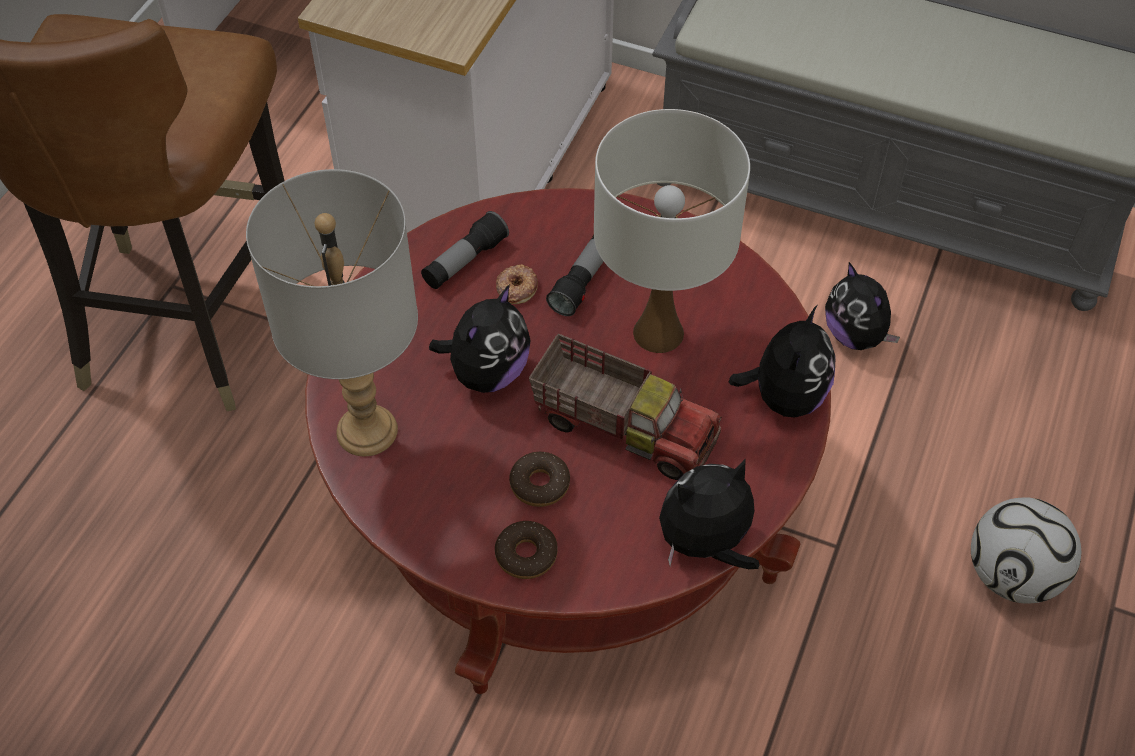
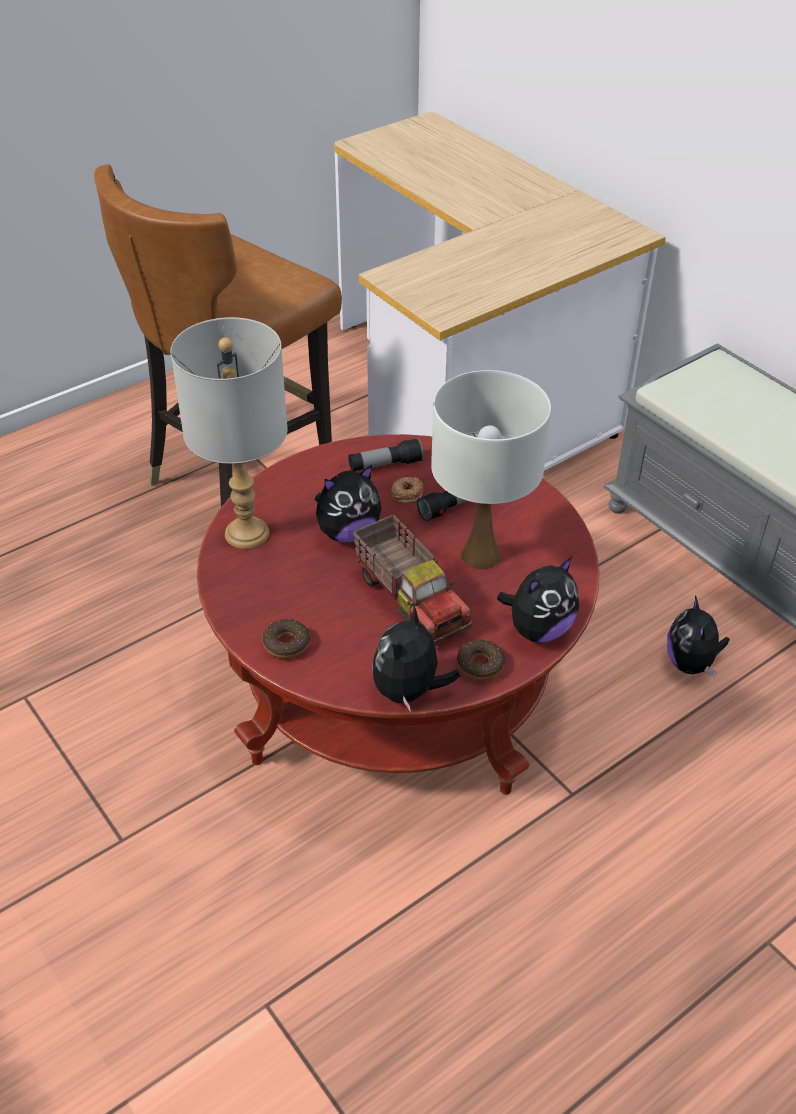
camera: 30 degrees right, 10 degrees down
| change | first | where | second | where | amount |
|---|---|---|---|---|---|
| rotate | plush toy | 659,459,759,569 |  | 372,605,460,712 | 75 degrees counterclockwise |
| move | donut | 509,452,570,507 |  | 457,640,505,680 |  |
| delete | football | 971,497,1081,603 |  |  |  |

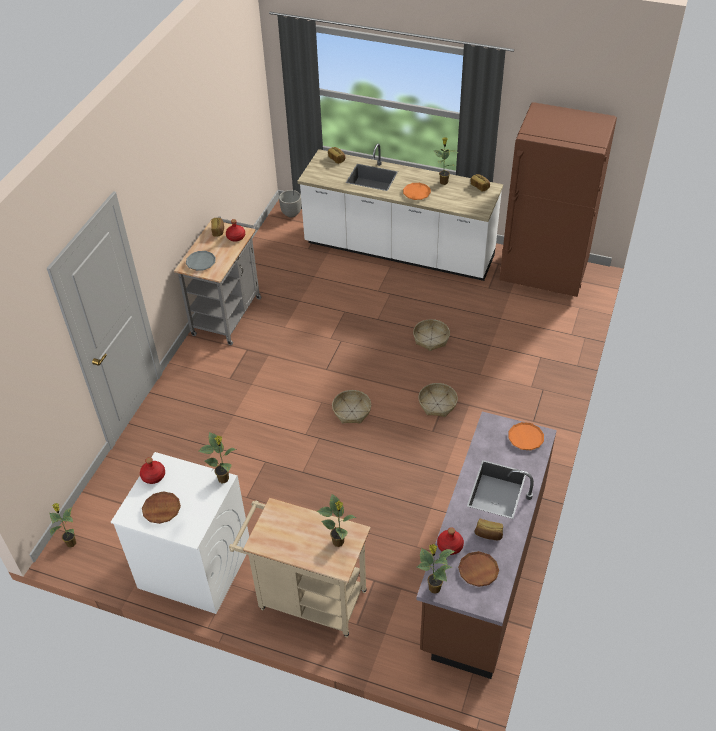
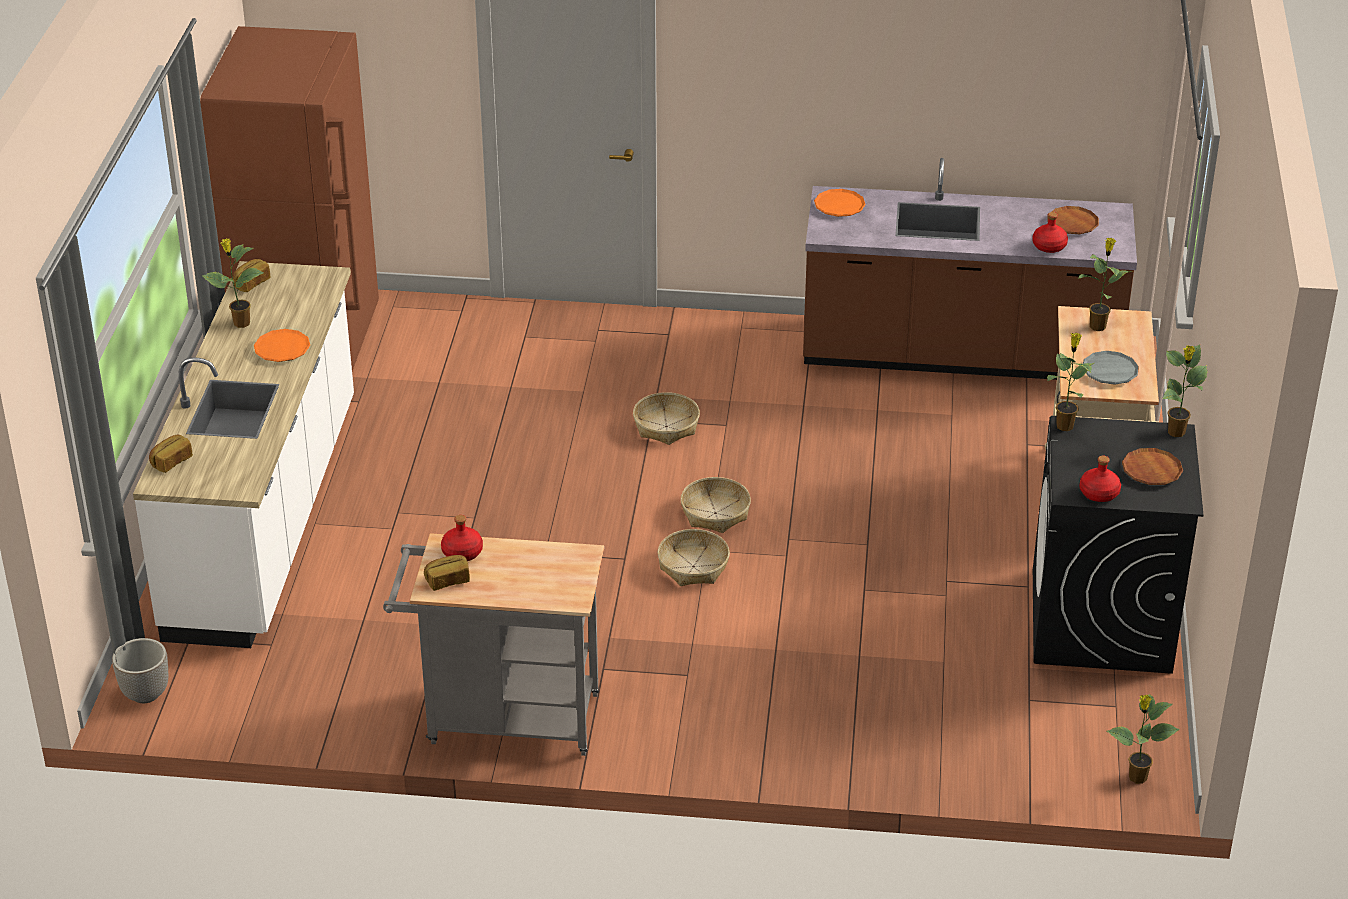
camera: 105 degrees left, 10 degrees down
| change | first | where | second | where | amount |
|---|---|---|---|---|---|
| move | basket | 413,319,450,351 |  | 658,529,730,586 |  |
| recolor | white washing machine | 110,452,249,614 | black washing machine | 1033,416,1204,674 |  |
| move | grey plate | 186,251,216,271 |  | 1083,351,1139,385 |  |
| move | potted plant | 417,544,455,594 |  | 1162,344,1207,437 |  |
| delete | bread | 475,519,503,540 |  |  |  |

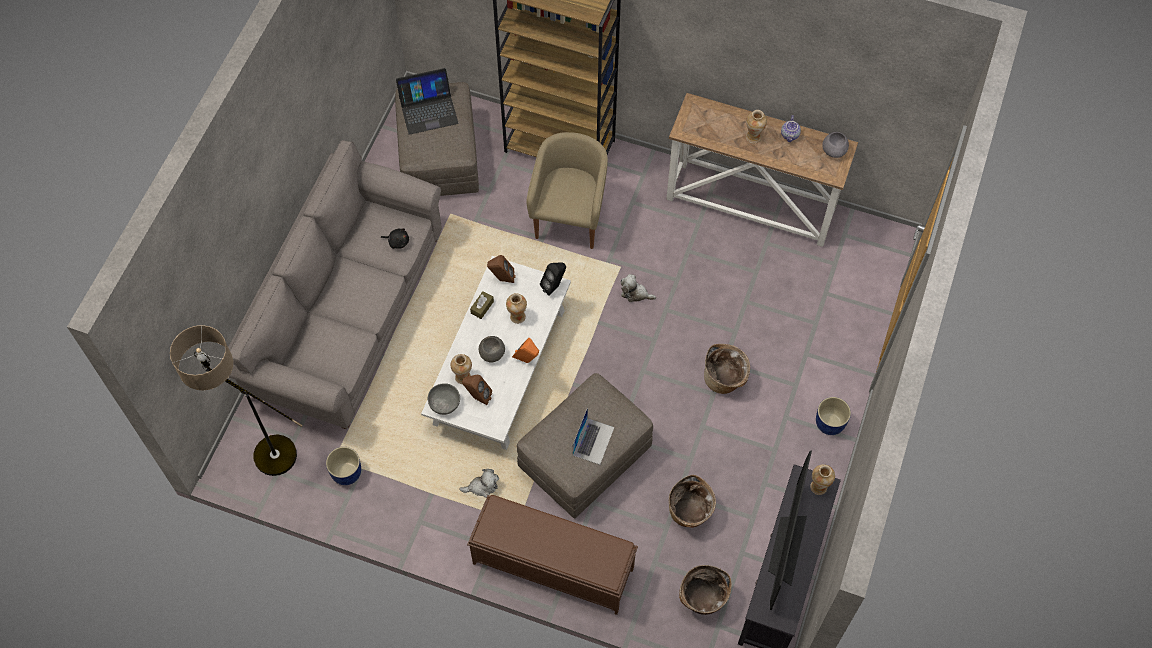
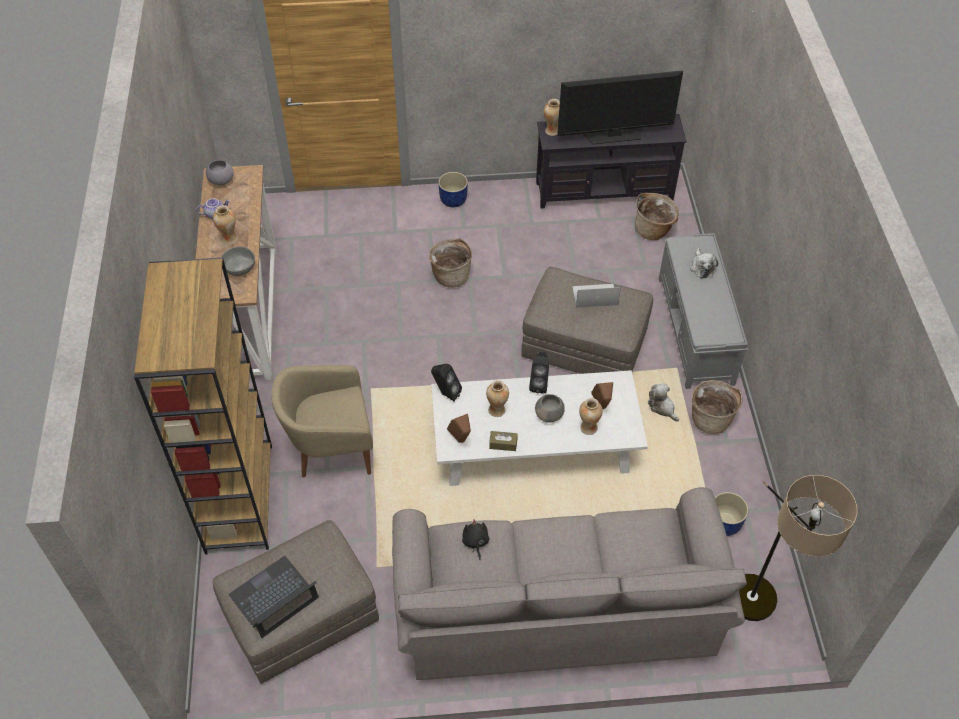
camera: 115 degrees left, 10 degrees down
| change | first | where | second | where | amount |
|---|---|---|---|---|---|
| move | grey bowl | 428,383,460,415 |  | 221,247,255,276 |  |
| rotate | laptop | 396,68,458,135 |  | 229,556,319,638 | 90 degrees counterclockwise |
| recolor | orange speaker | 512,338,539,363 | black speaker | 529,352,549,394 |  |
| recolor | brown bench | 467,495,638,615 | grey bench | 659,233,748,389 |  |
| move | plush toy | 621,274,656,302 |  | 690,248,718,278 |  |
| move | basket | 669,475,716,528 |  | 692,380,743,434 |  |

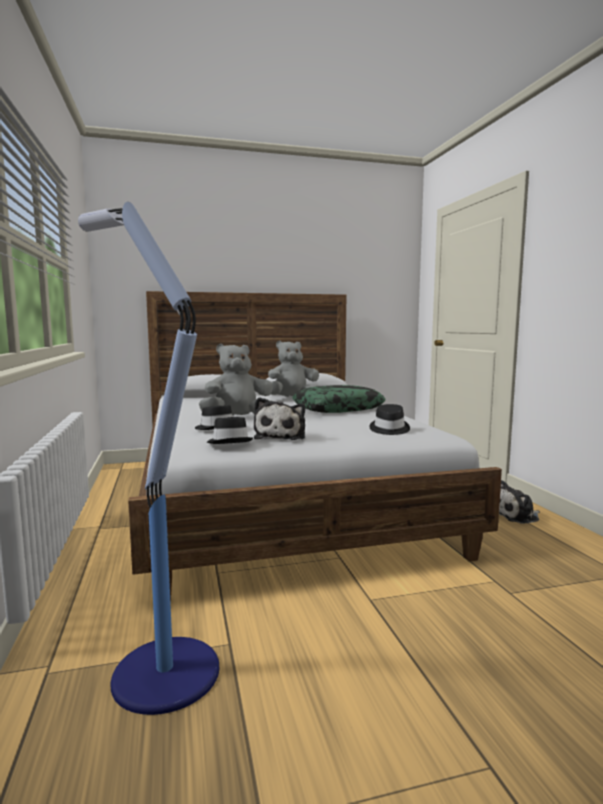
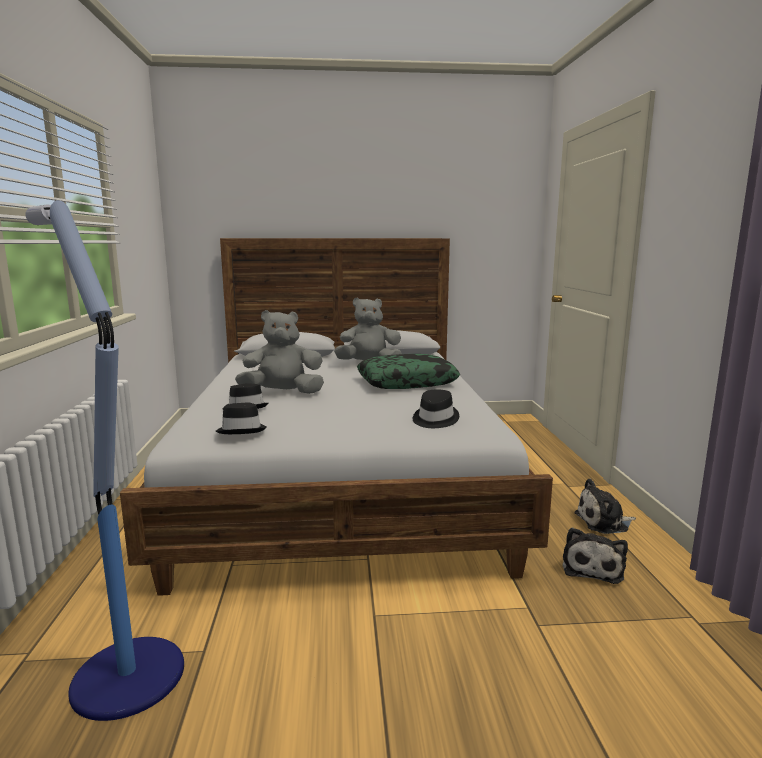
camera: 10 degrees right, 5 degrees up
| change | first | where | second | where | amount |
|---|---|---|---|---|---|
| move | plush toy | 254,397,305,440 |  | 562,527,628,584 |  |

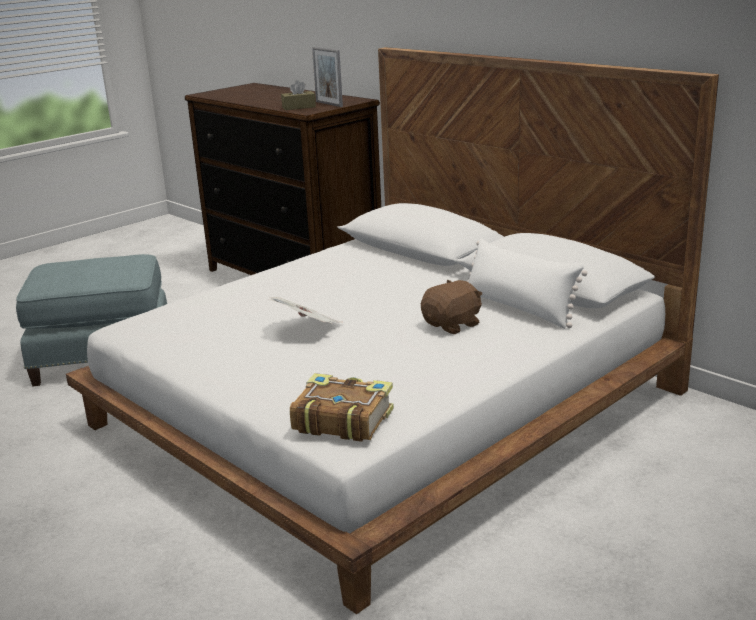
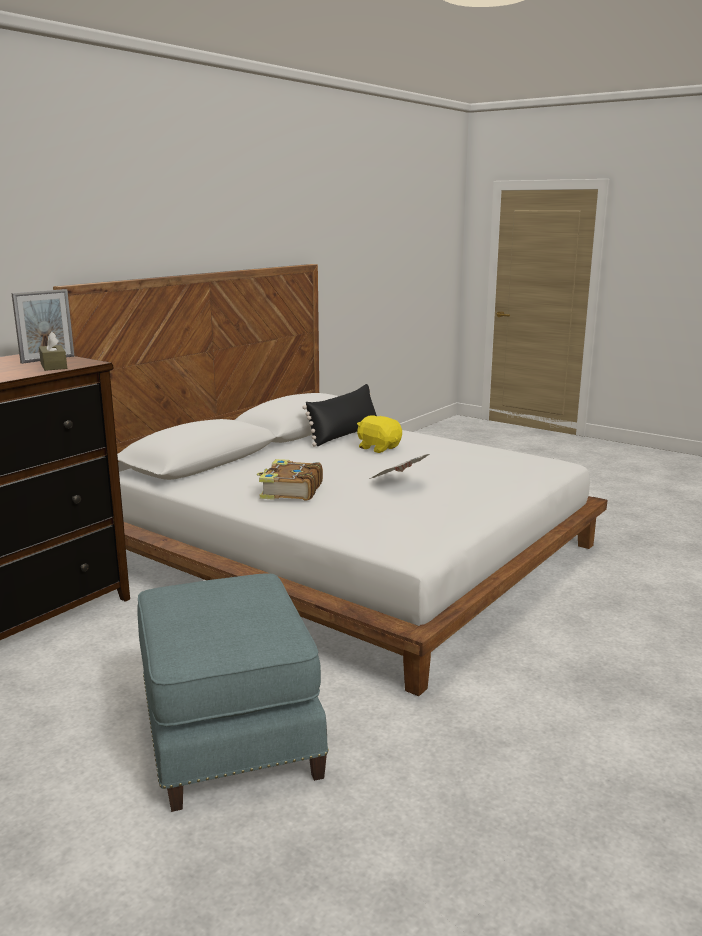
camera: 100 degrees left, 5 degrees down
| change | first | where | second | where | amount |
|---|---|---|---|---|---|
| move | book | 290,373,394,442 |  | 257,459,323,501 |  |
| recolor | white pillow | 467,238,588,329 | black pillow | 302,384,377,446 |  |
| recolor | brown plush toy | 421,279,482,334 | yellow plush toy | 357,415,402,453 |  |

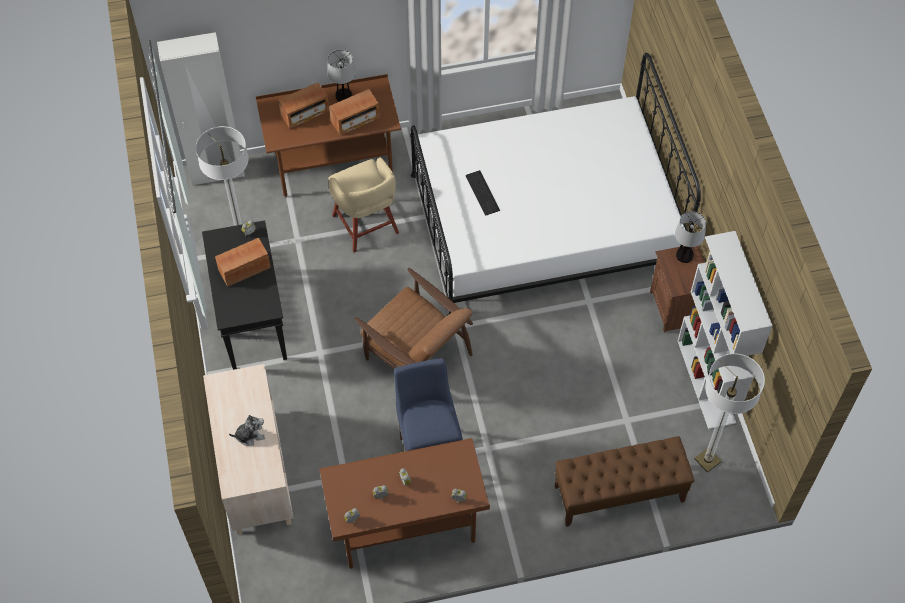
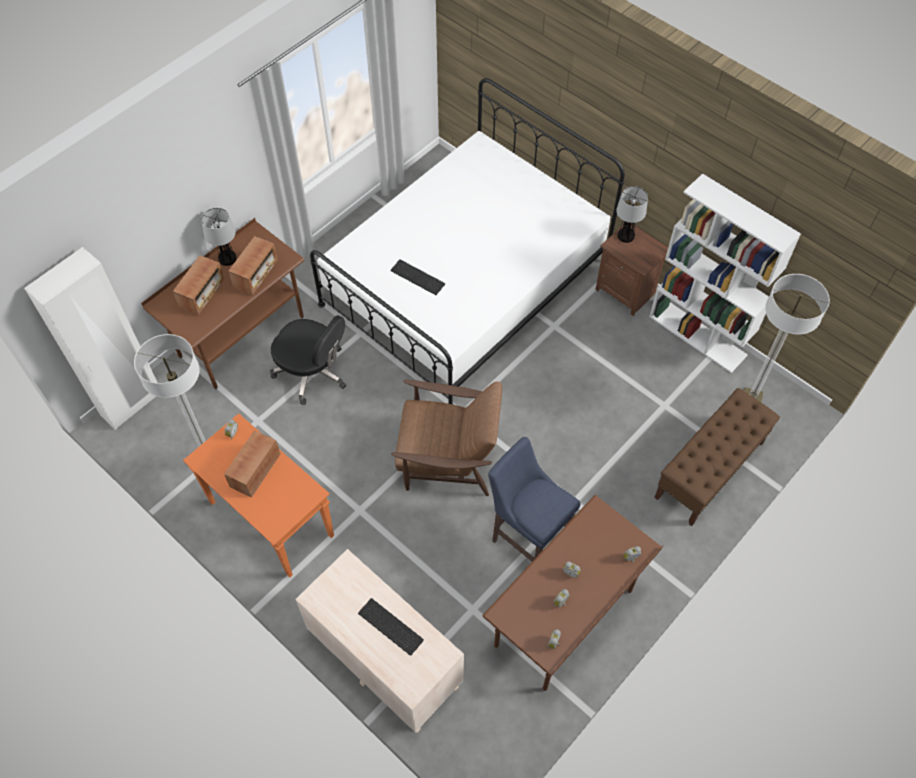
camera: 35 degrees left, 0 degrees up
| change | first | where | second | where | amount |
|---|---|---|---|---|---|
| recolor | black console table | 202,220,287,370 | orange console table | 183,413,334,578 |  |
| replace | beige stool | 328,157,399,252 | black office chair | 270,315,346,405 |  |
| replace | plush toy | 229,415,265,446 | keyboard | 358,598,424,656 |  |

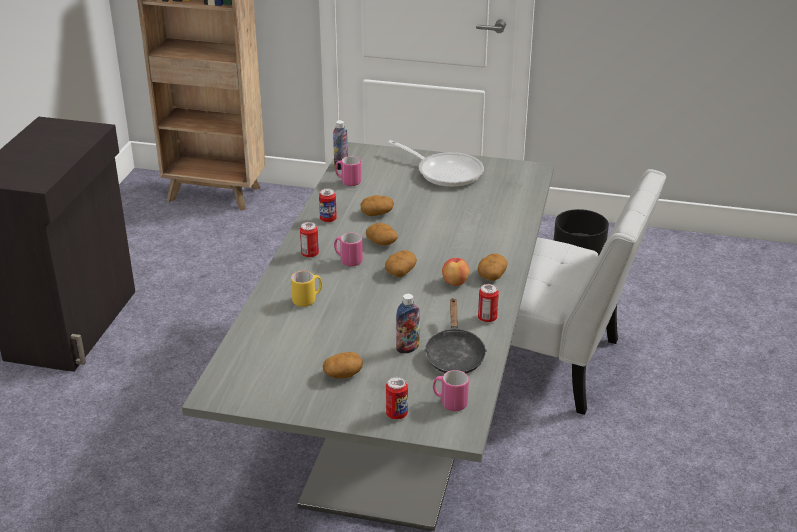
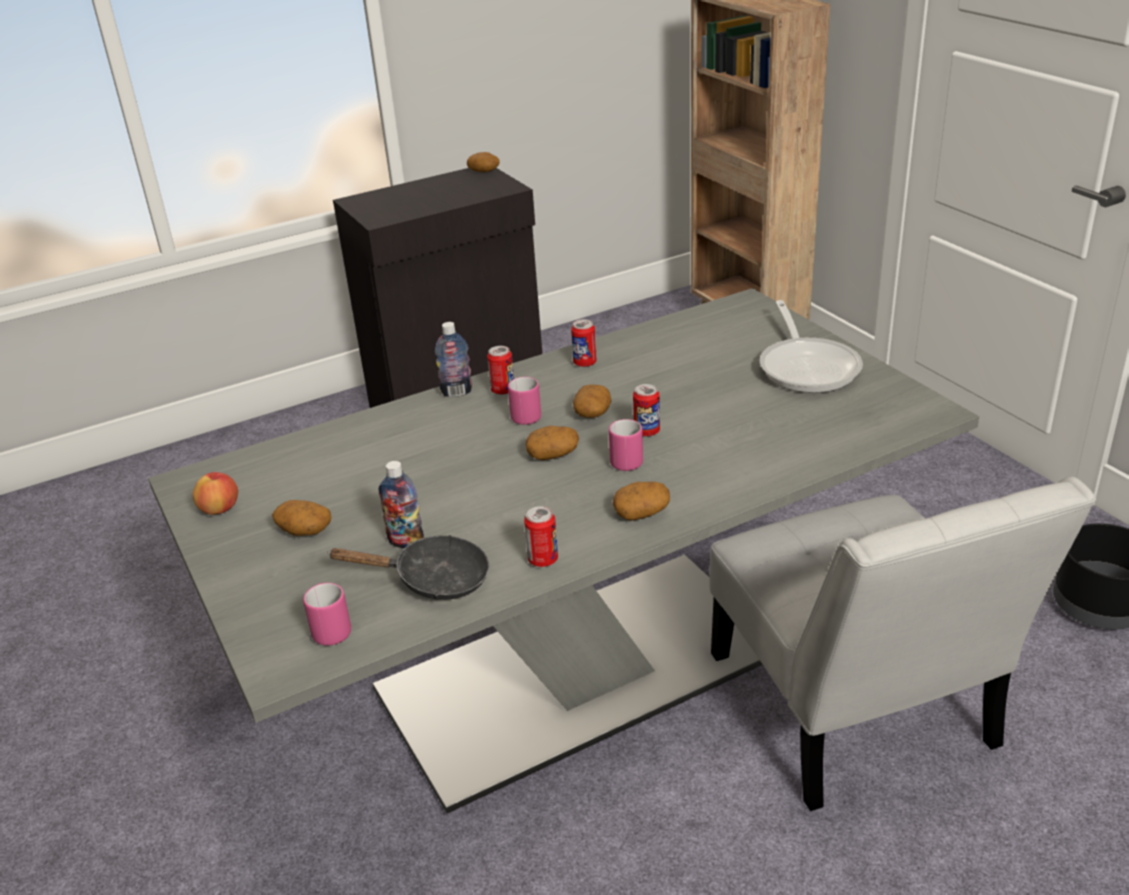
camera: 50 degrees right, 0 degrees up
| change | first | where | second | where | amount |
|---|---|---|---|---|---|
| move | apple | 442,258,469,286 |  | 193,472,238,515 |  |
| rotate | black frying pan | 424,298,487,373 |  | 327,535,489,600 | 135 degrees counterclockwise |
| move | bottle | 333,120,348,170 |  | 435,322,472,397 |  |
| move | potato | 361,195,394,216 |  | 467,152,500,172 |  |
| move | pink mug | 335,156,361,186 |  | 609,419,643,471 |  |
| move | can | 386,377,408,419 |  | 633,384,660,437 |  |
| delete | yellow mug | 291,271,322,307 |  |  |  |

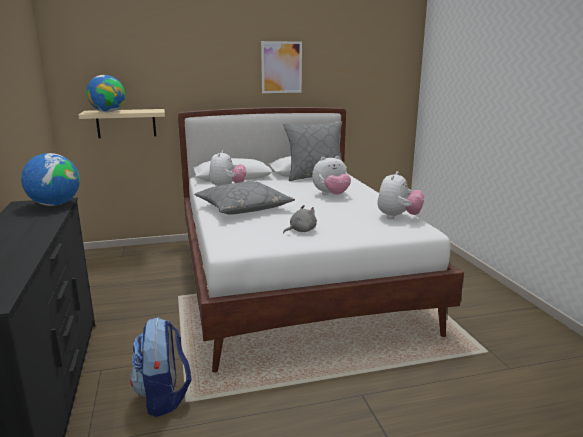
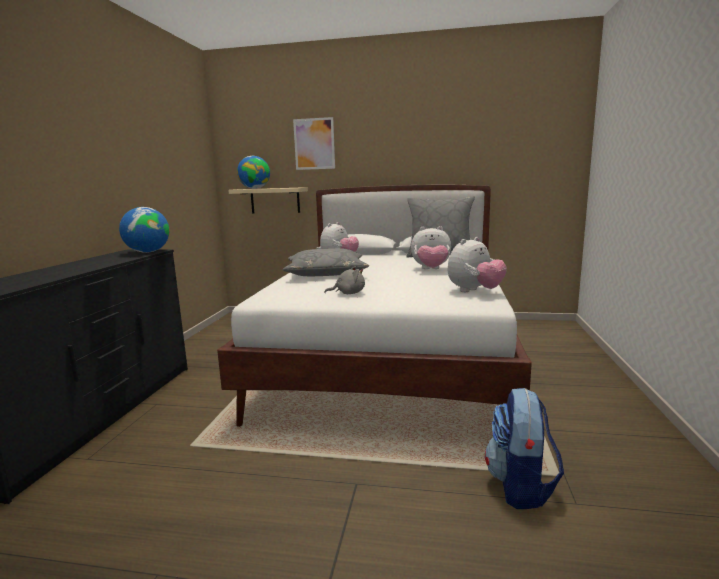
camera: 25 degrees right, 5 degrees down
| change | first | where | second | where | amount |
|---|---|---|---|---|---|
| move | picture | 261,41,302,93 |  | 293,117,335,170 |  |
| move | backpack | 130,317,192,417 |  | 485,388,564,509 |  |

